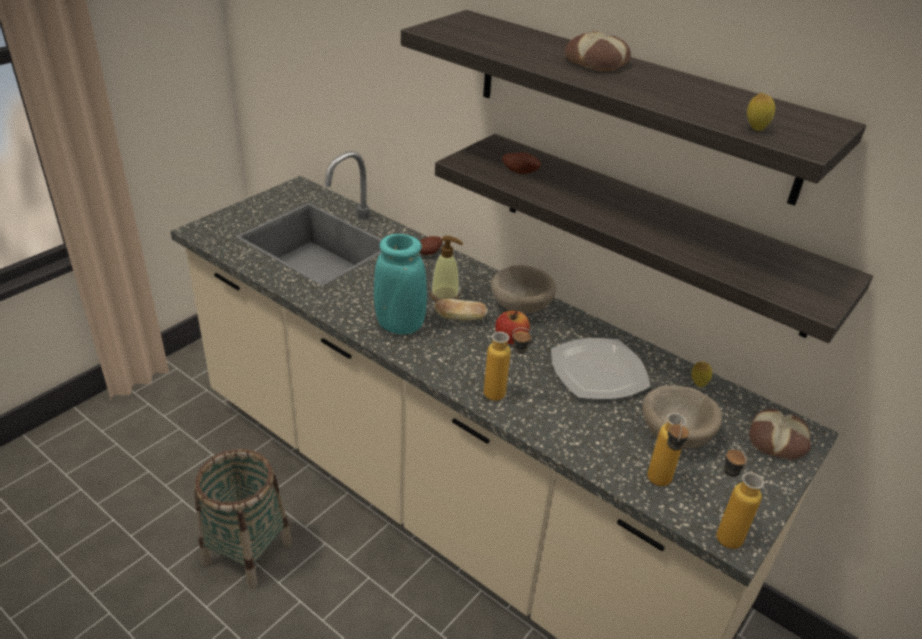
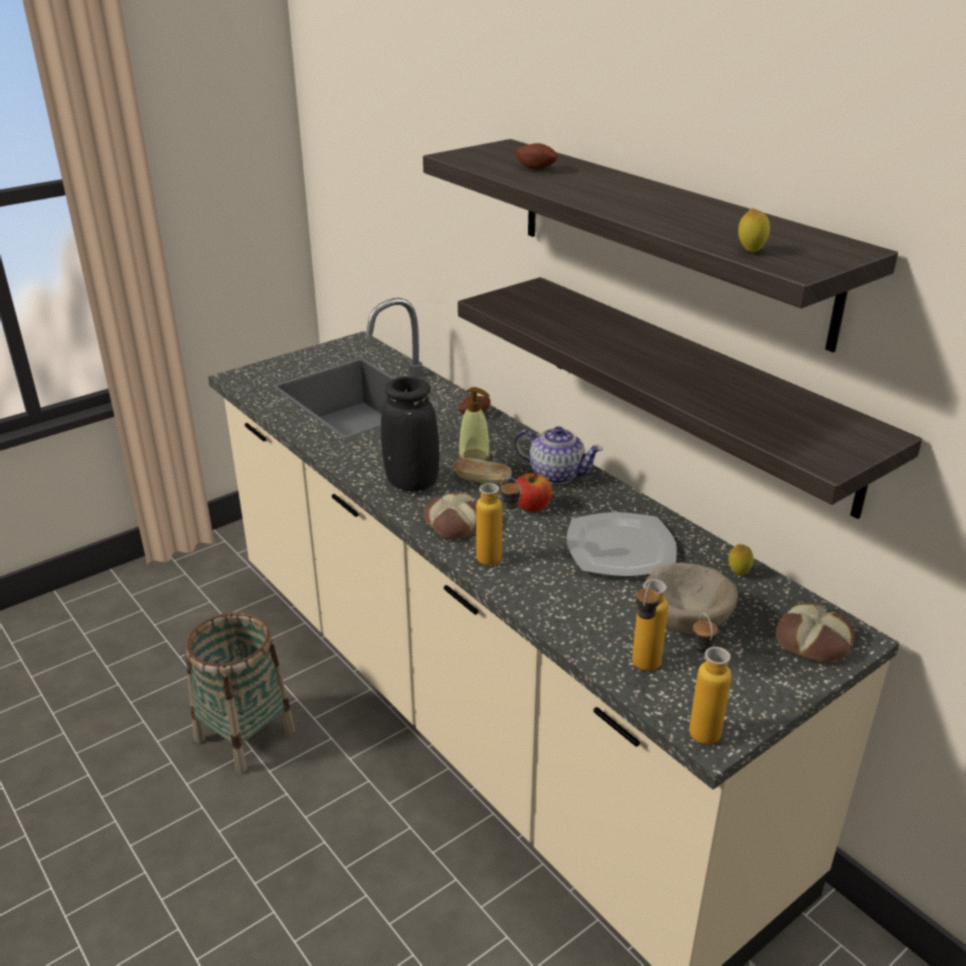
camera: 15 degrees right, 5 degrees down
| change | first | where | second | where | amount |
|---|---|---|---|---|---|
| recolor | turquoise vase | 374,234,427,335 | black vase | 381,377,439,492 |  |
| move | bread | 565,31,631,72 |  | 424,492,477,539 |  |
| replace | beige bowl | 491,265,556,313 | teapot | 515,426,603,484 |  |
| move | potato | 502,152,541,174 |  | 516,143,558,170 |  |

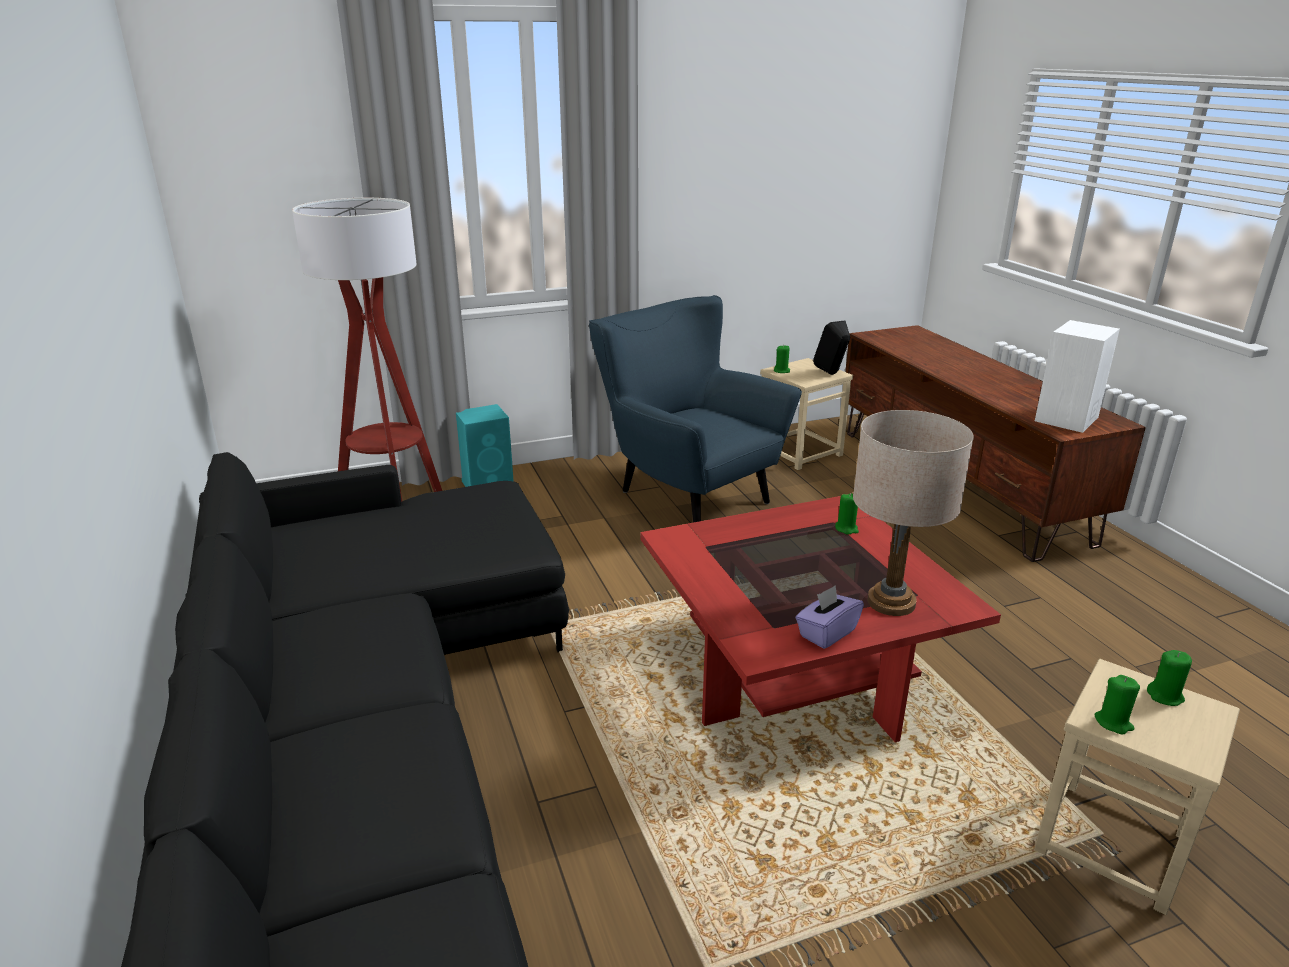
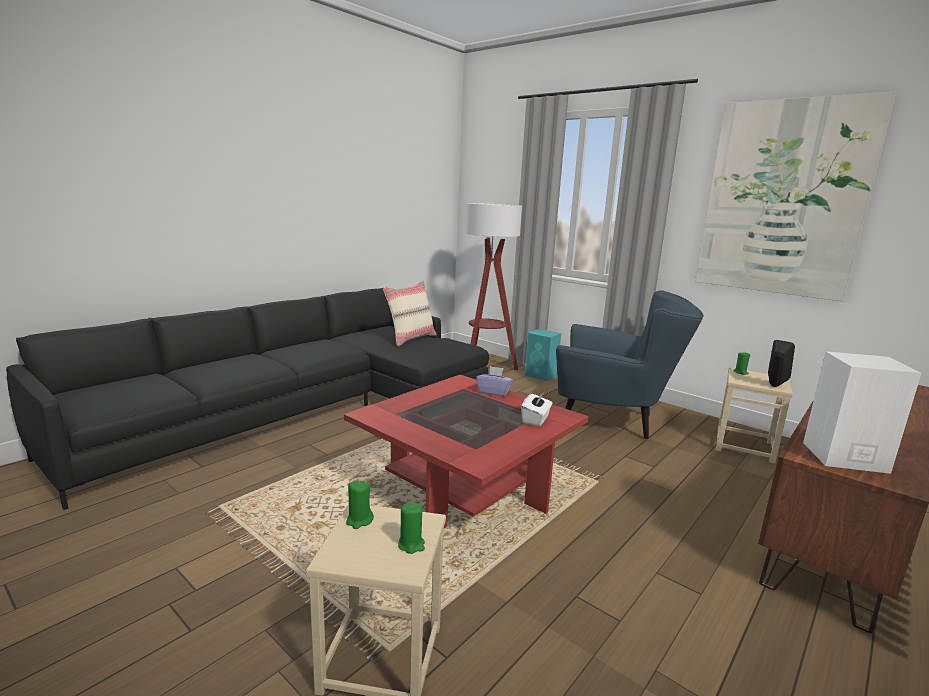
camera: 60 degrees right, 10 degrees down
| change | first | where | second | where | amount |
|---|---|---|---|---|---|
| insert |  |  | beige pillow | 382,280,437,347 |  |
| move | purple tissue box | 795,585,864,649 |  | 476,366,513,397 |  |
| replace | green candle | 835,493,859,535 | white tissue box | 521,391,552,426 |  |
| rotate | blue armchair | 589,295,802,523 |  | 556,291,704,440 | 90 degrees clockwise |
| insert |  |  | picture | 695,92,897,302 |  |
| delete | beige table lamp | 853,410,974,616 |  |  |  |

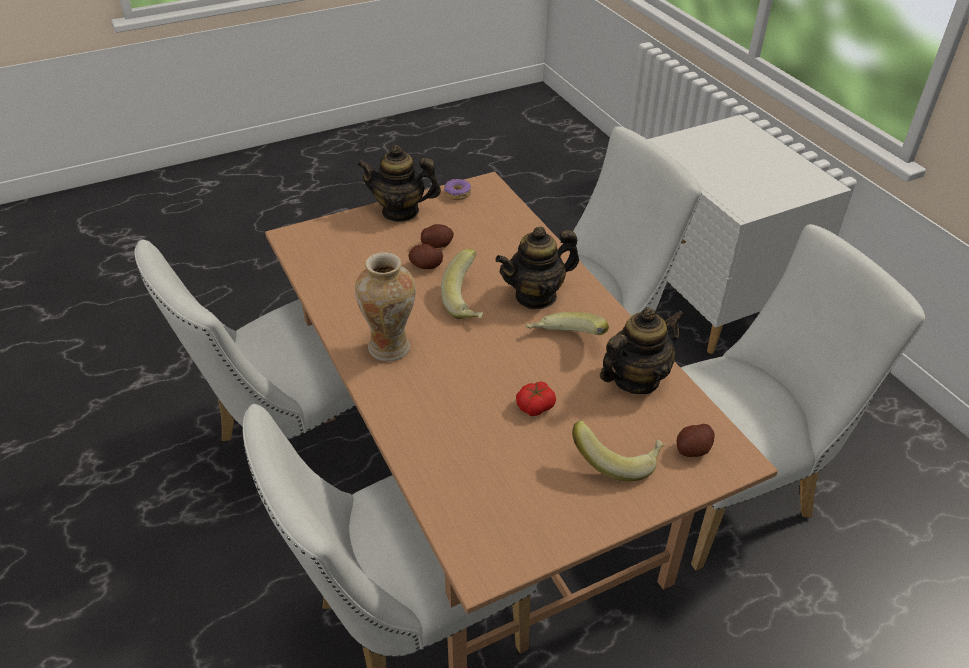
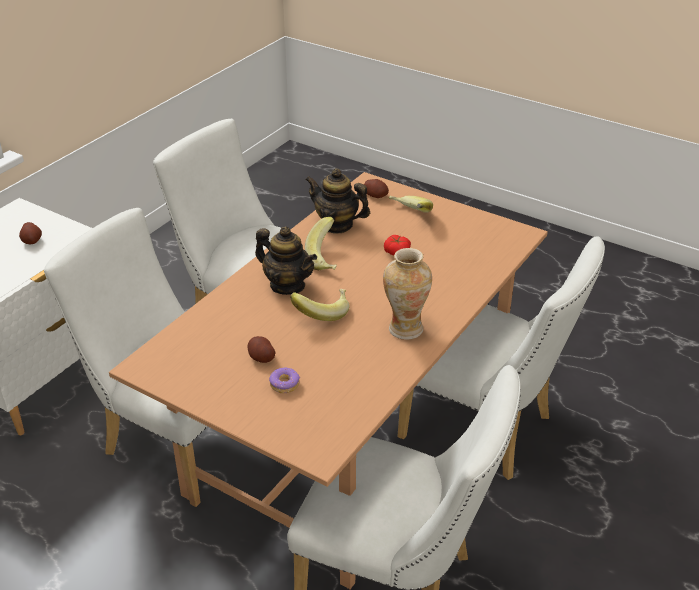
camera: 120 degrees left, 5 degrees down
| change | first | where | second | where | amount |
|---|---|---|---|---|---|
| move | potato | 409,244,443,269 |  | 19,222,42,244 |  |
| move | donut | 444,179,471,200 |  | 269,368,300,393 |  |
| delete | teapot | 357,145,441,222 |  |  |  |

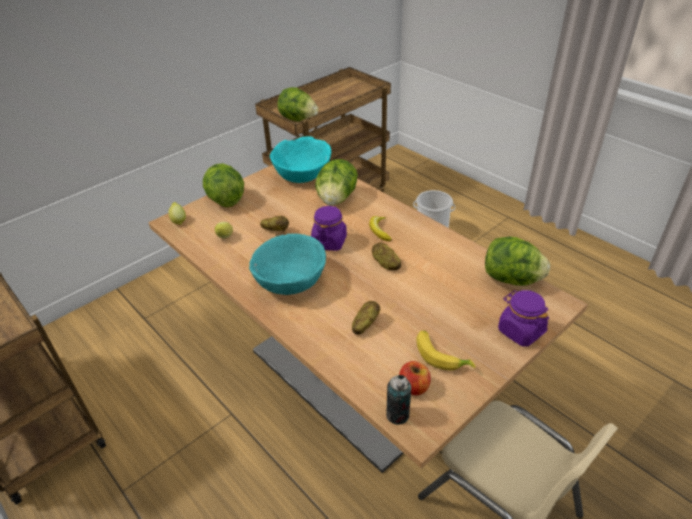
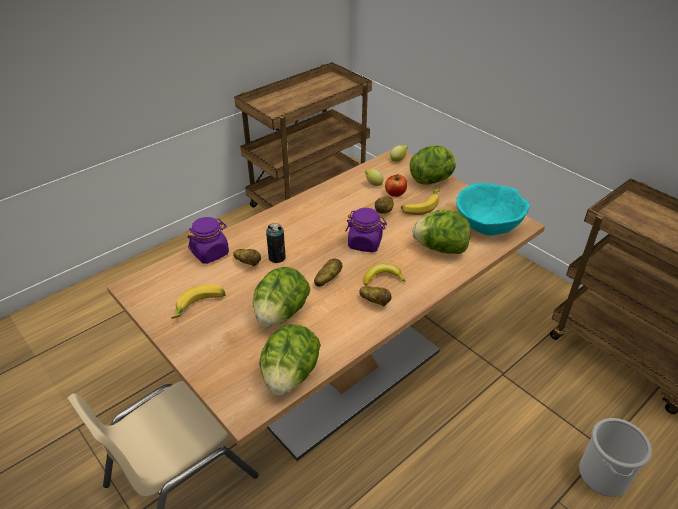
camera: 90 degrees right, 0 degrees up
| change | first | where | second | where | amount |
|---|---|---|---|---|---|
| move | purple jar | 498,290,549,347 |  | 187,217,229,264 |  |
| move | lettuce | 277,87,318,122 |  | 253,267,310,327 |  |
| move | can | 386,375,411,425 |  | 266,223,286,263 |  |
| insert |  |  | potato | 359,286,392,306 |  |
| move | apple | 399,361,431,395 |  | 385,174,407,197 |  |
| insert |  |  | banana | 401,189,440,215 |  |
| delete | turquoise bowl | 249,234,326,295 |  |  |  |

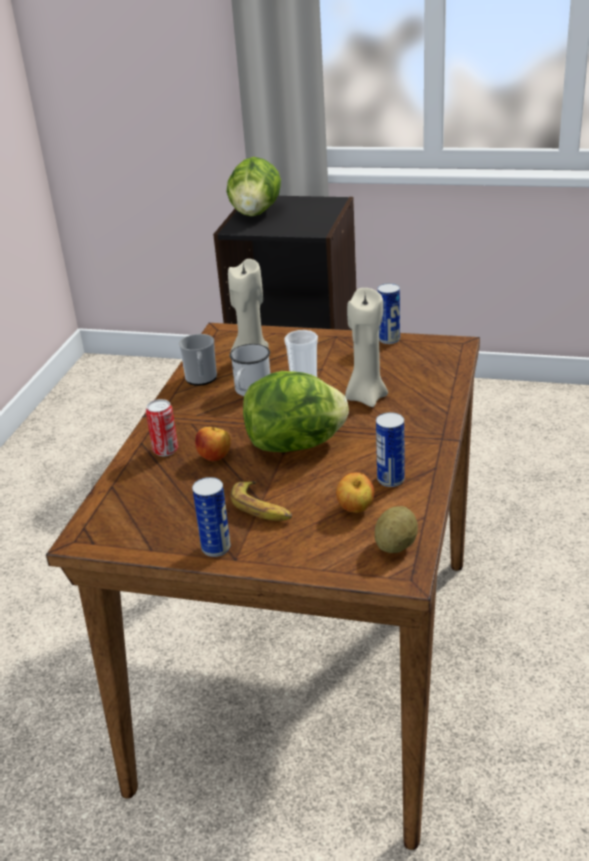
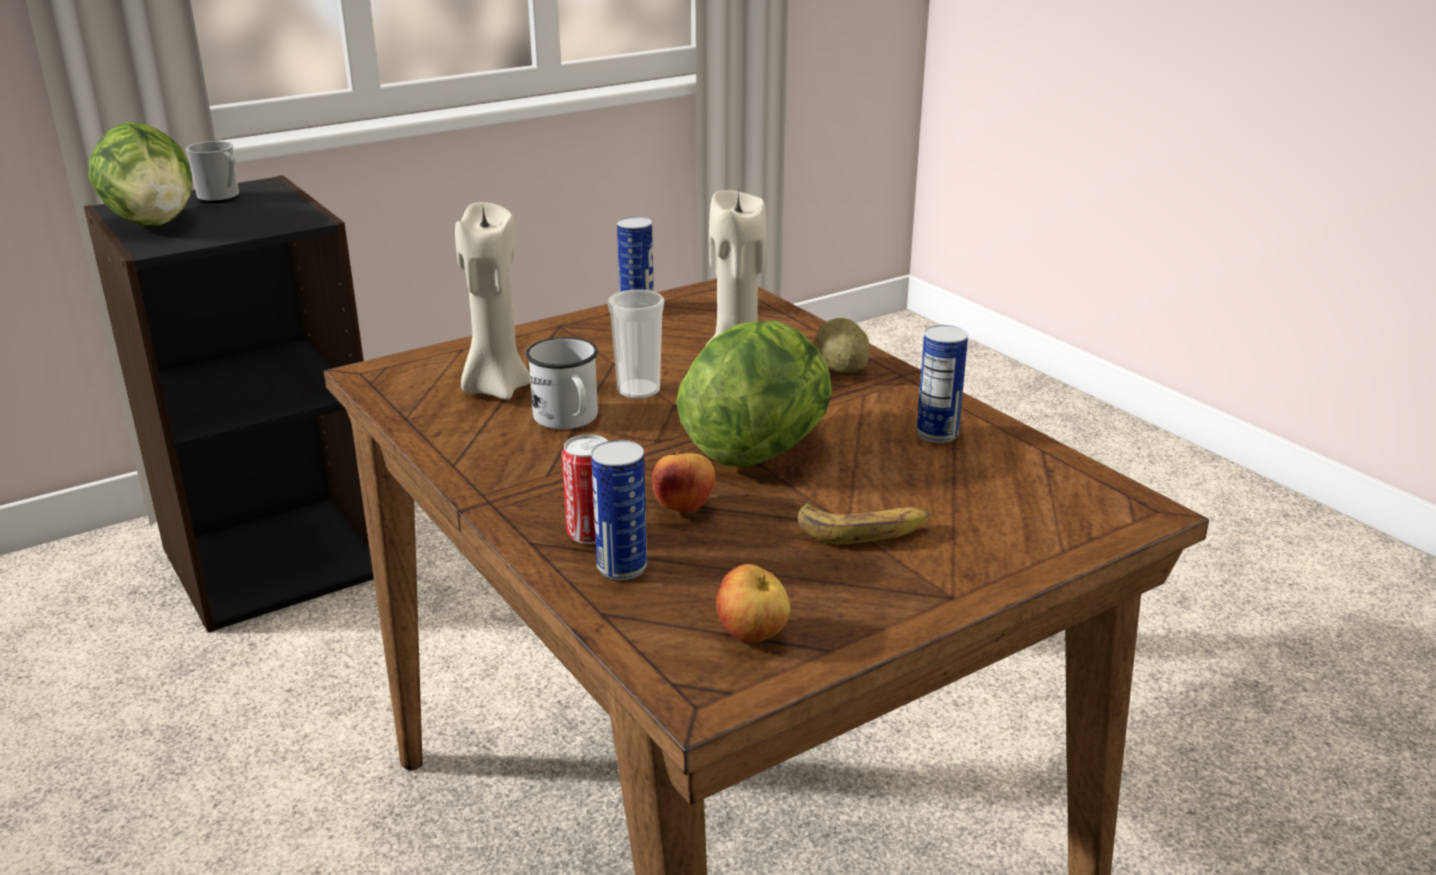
camera: 50 degrees left, 5 degrees down
| change | first | where | second | where | amount |
|---|---|---|---|---|---|
| move | mug | 179,334,217,386 |  | 186,141,239,203 |  |
| move | can | 192,477,231,557 |  | 591,440,647,580 |  |
| move | apple | 336,472,374,513 |  | 716,564,790,643 |  |
| move | potato | 375,506,418,553 |  | 815,318,870,373 |  |

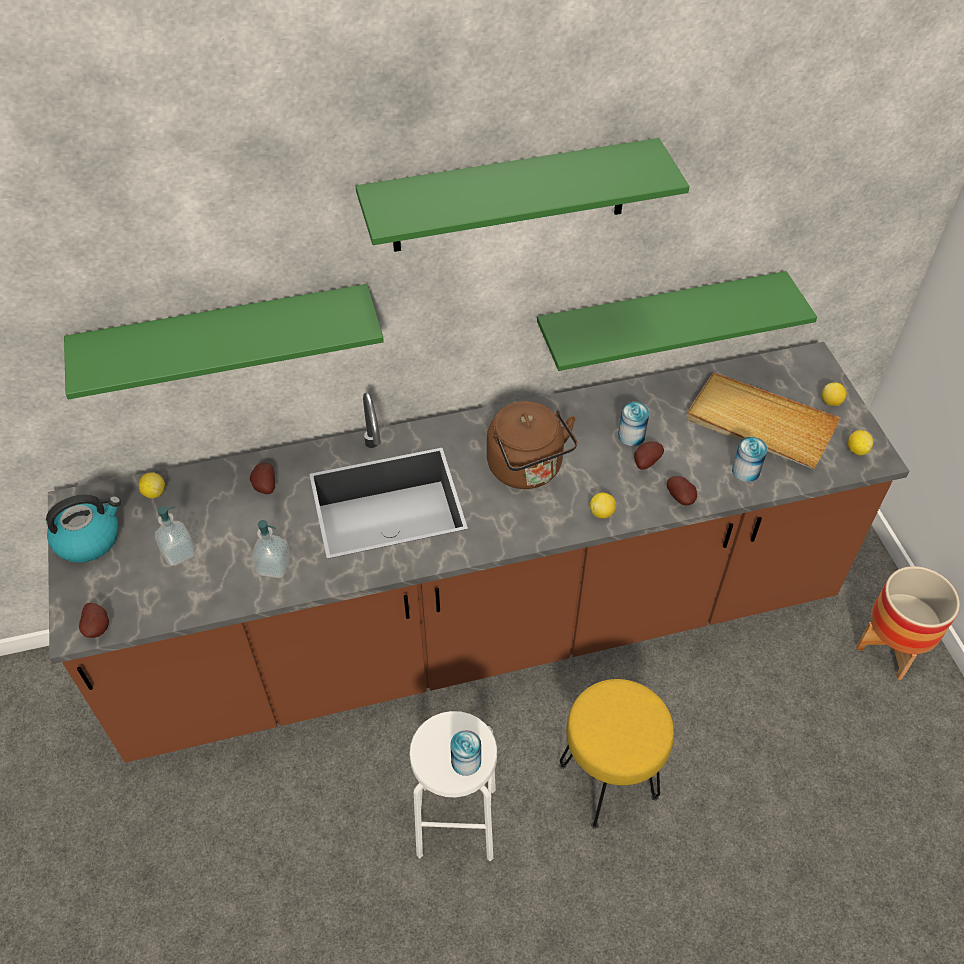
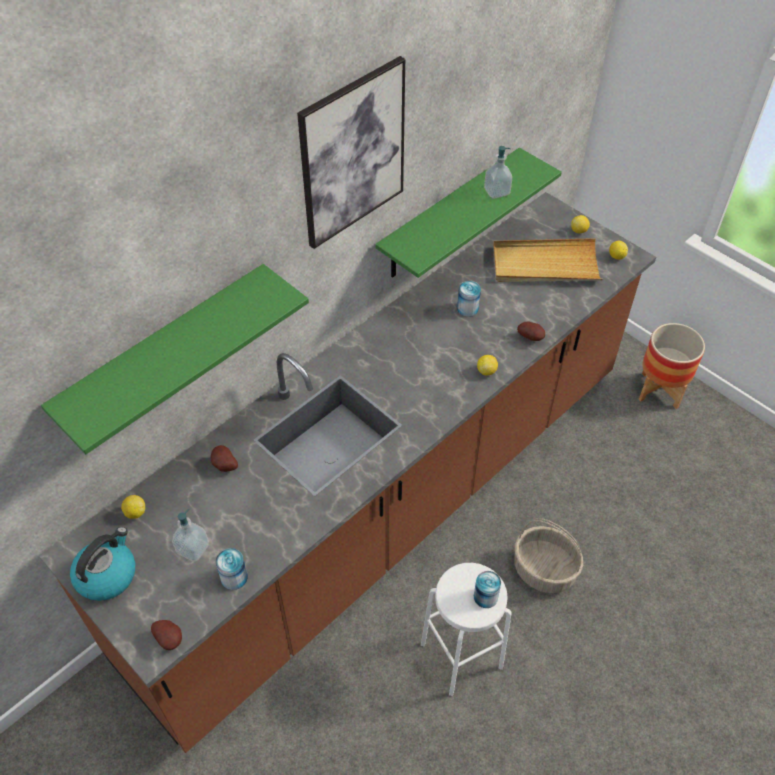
camera: 30 degrees left, 0 degrees up
| change | first | where | second | where | amount |
|---|---|---|---|---|---|
| move | can | 732,437,768,482 |  | 216,548,248,590 |  |
| replace | green shelf | 356,138,690,252 | picture | 297,56,405,249 |  |
| move | soap dispenser | 252,520,291,578 |  | 484,146,512,199 |  |
| replace | yellow stool | 559,679,674,829 | basket | 514,518,583,593 |  |
| delete | brown kettle | 487,401,577,489 |  |  |  |
| delete | potato | 634,441,664,470 |  |  |  |

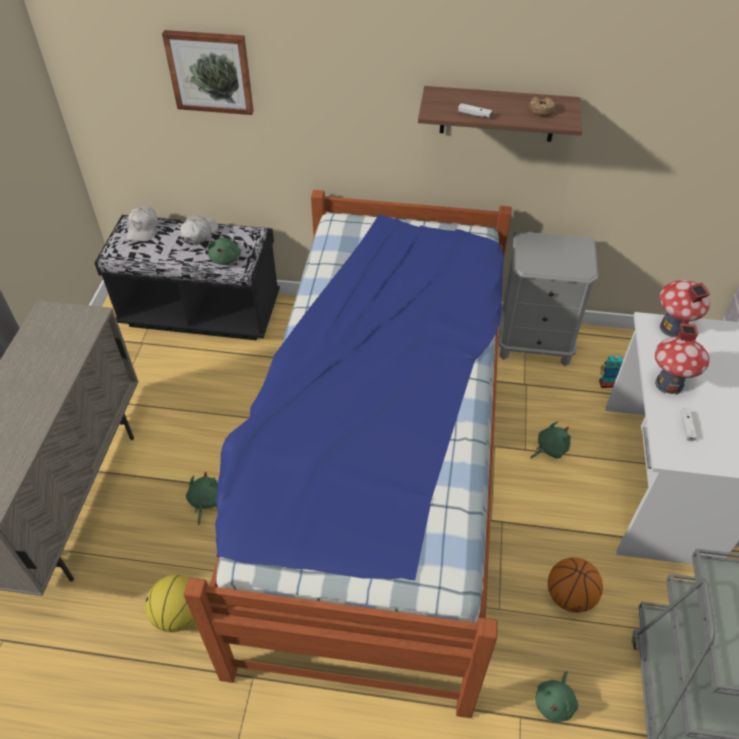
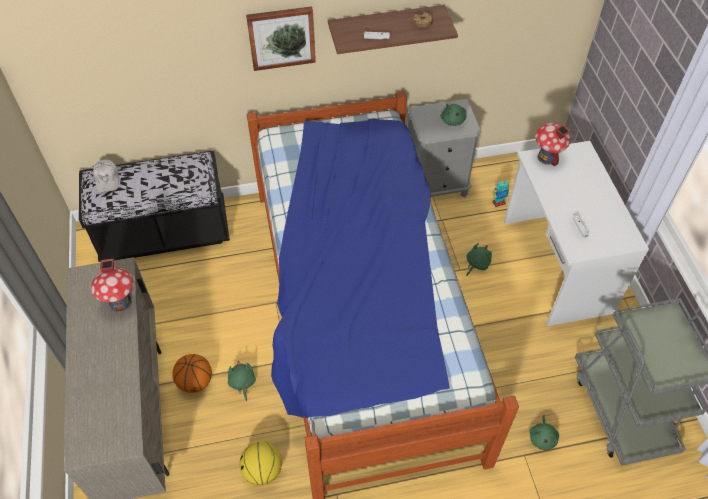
camera: 20 degrees left, 5 degrees up
| change | first | where | second | where | amount |
|---|---|---|---|---|---|
| move | toy house | 655,323,710,395 |  | 91,259,133,312 |  |
| move | basketball | 548,557,603,613 |  | 172,354,212,393 |  |
| move | picture | 162,30,254,115 |  | 246,6,316,71 |  |
| move | green plush toy | 208,238,241,265 |  | 440,104,466,126 |  |
| delete | white cap | 180,216,219,245 |  |  |  |

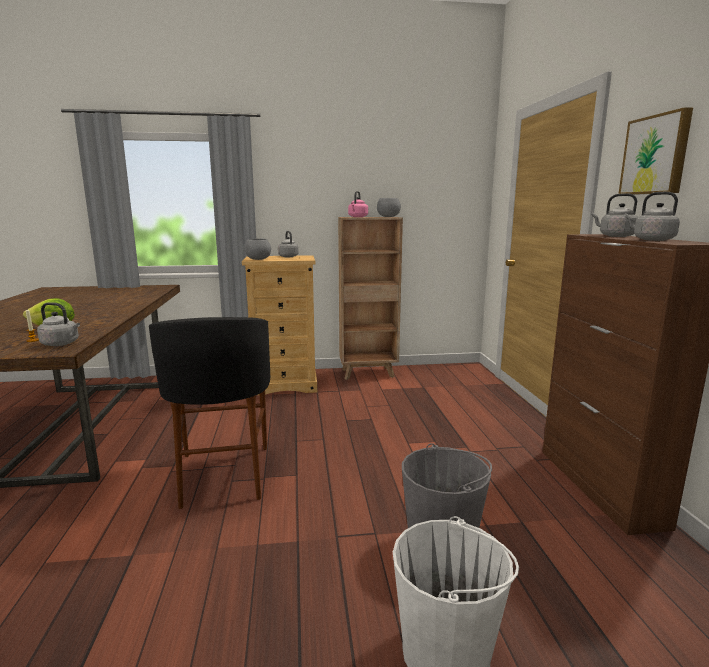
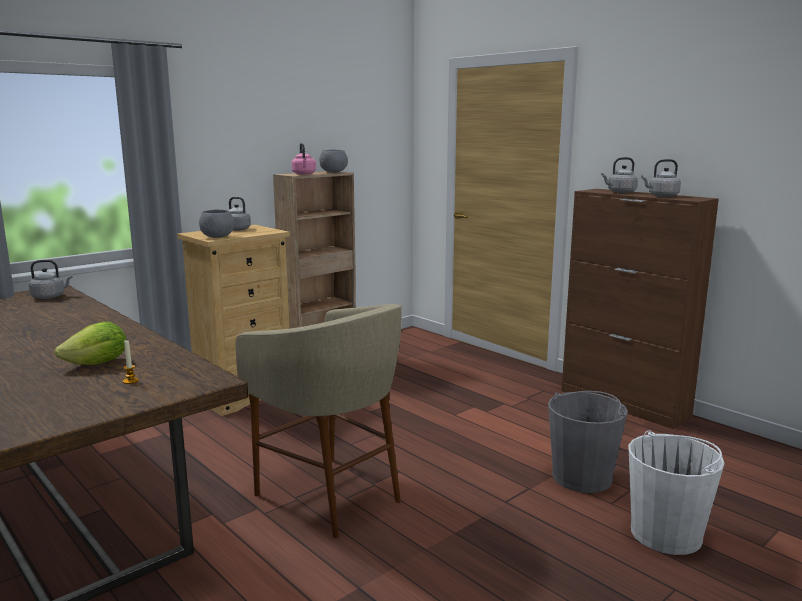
camera: 35 degrees left, 0 degrees up
| change | first | where | second | where | amount |
|---|---|---|---|---|---|
| move | grey kettle | 37,302,80,346 |  | 29,260,73,299 |  |
| recolor | black stool | 149,317,270,509 | beige stool | 235,304,402,538 |  |
| delete | picture | 618,107,693,195 |  |  |  |

